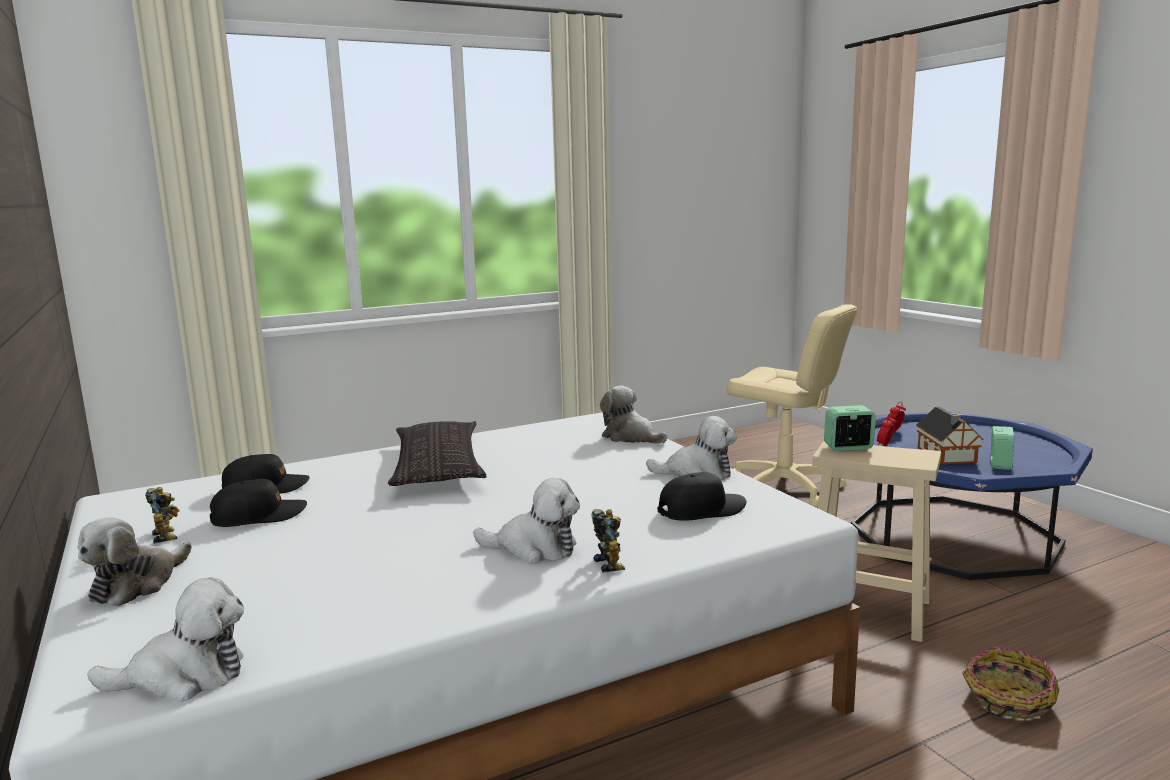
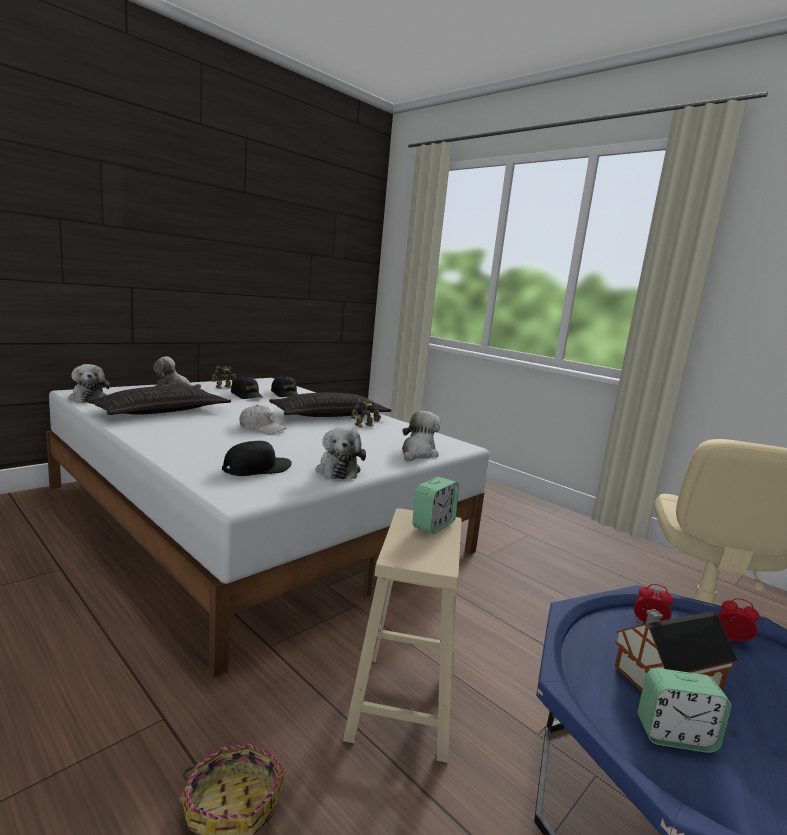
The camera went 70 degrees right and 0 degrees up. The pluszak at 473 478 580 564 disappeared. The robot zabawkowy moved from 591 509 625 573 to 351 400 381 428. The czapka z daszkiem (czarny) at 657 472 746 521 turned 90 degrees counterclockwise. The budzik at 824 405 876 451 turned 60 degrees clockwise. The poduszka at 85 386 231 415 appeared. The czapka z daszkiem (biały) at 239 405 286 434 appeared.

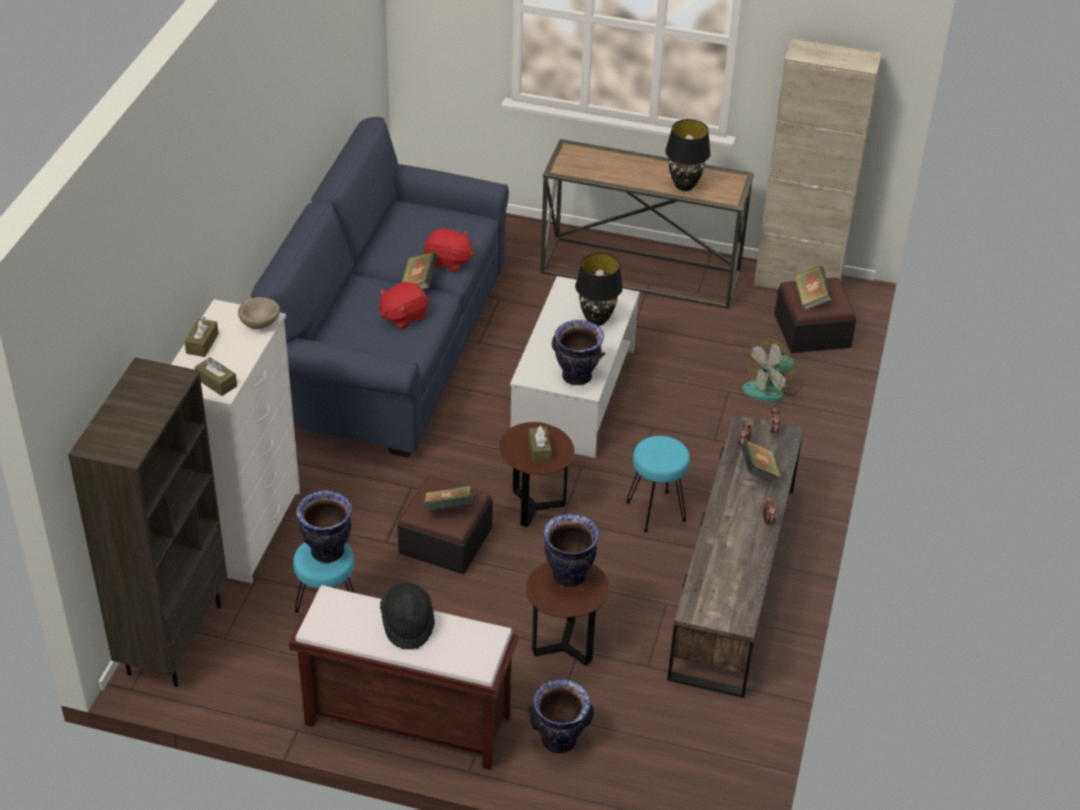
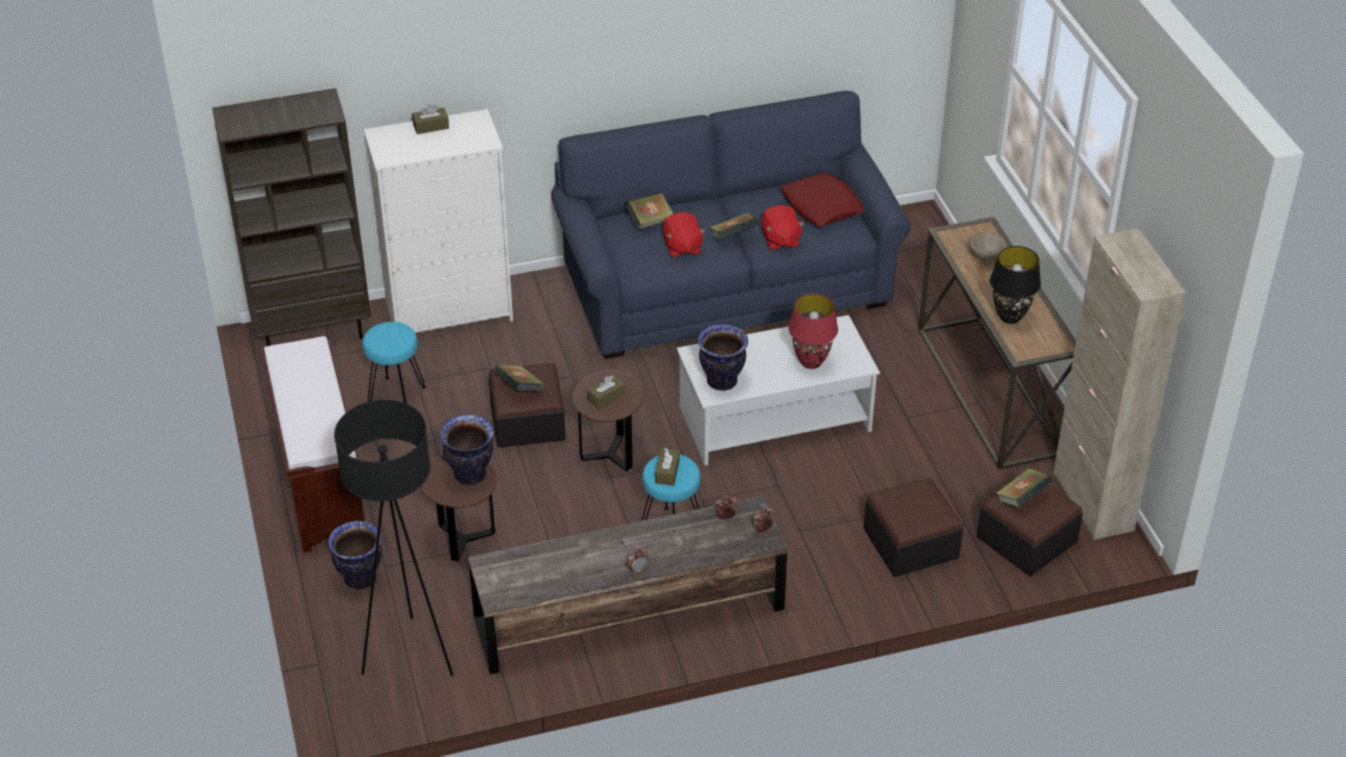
The camera went 60 degrees right and 0 degrees up. The pudełko chusteczek (brązowy) moved from 195 357 237 396 to 655 448 680 486. The miska (beżowy) moved from 238 297 280 329 to 969 232 1007 260. The wazon at 296 490 352 563 disappeared. The pluszak (czerwony) at 380 281 429 329 turned 120 degrees counterclockwise. The kapelusz (czarny) at 380 582 435 649 disappeared. The lampa stołowa (czarny) at 575 253 623 326 became the lampa stołowa (czerwony) at 788 293 838 369. The książka moved from 741 440 781 485 to 625 192 673 229. The wentylator at 742 337 802 402 was replaced by the pufa at 864 478 963 577. The lampa stojąca (czarny) at 334 400 453 676 appeared. The poduszka (czerwony) at 780 172 864 227 appeared.

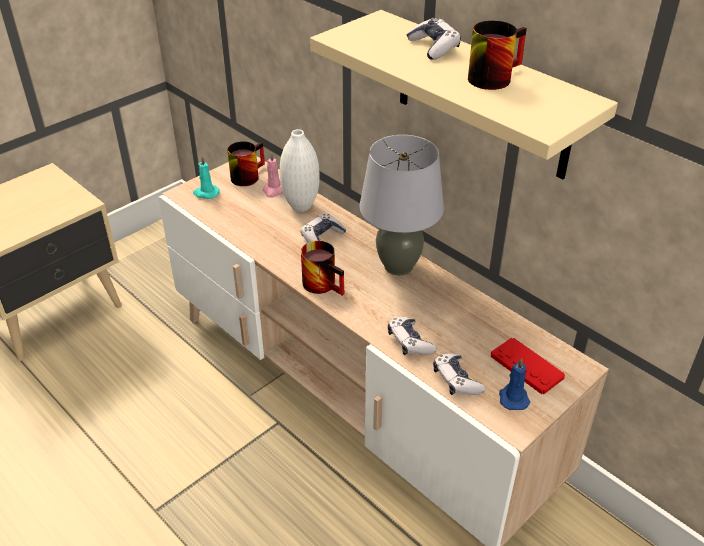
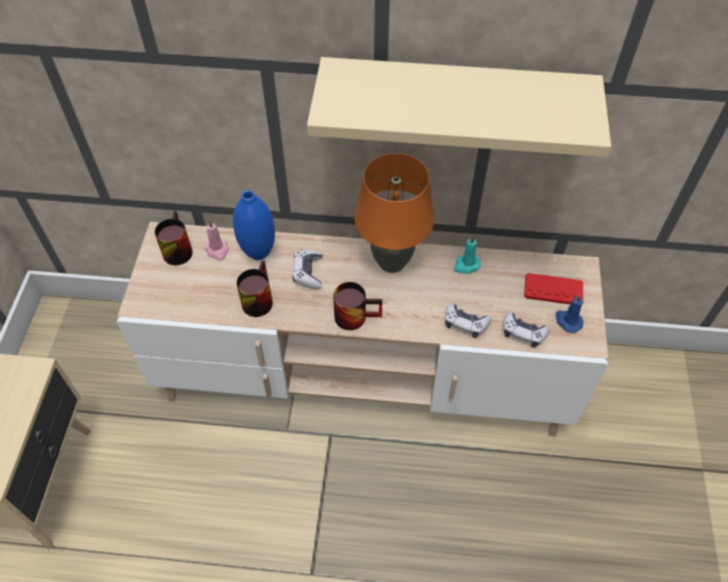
The camera went 40 degrees left and 15 degrees up. The świeca (turkusowy) moved from 193 156 220 199 to 454 236 481 274. The wazon (biały) at 280 129 320 212 became the wazon (niebieski) at 233 191 275 260. The lampa stołowa (szary) at 359 135 444 275 became the lampa stołowa (pomarańczowy) at 355 153 434 273. The pad do gier at 406 18 461 60 disappeared. The kubek moved from 468 20 527 90 to 236 261 273 317.

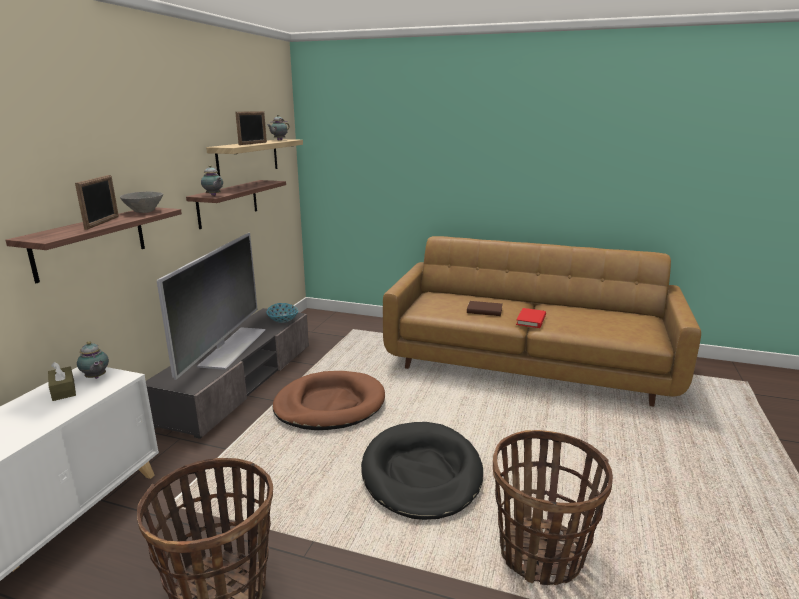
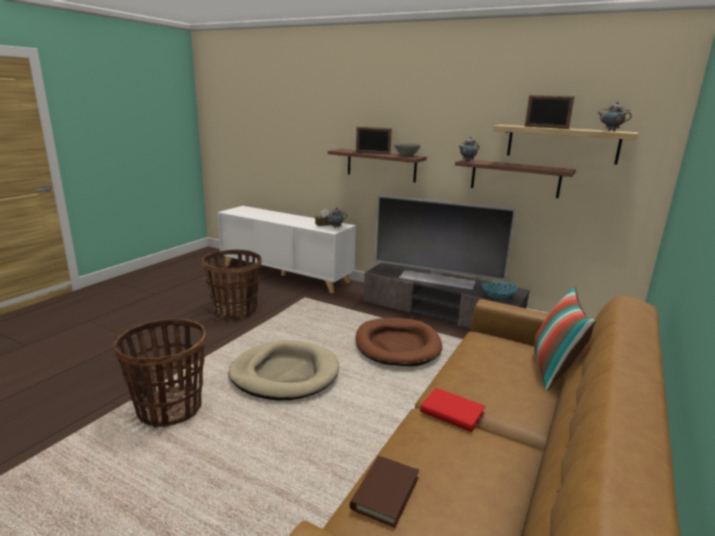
The camera went 100 degrees right and 0 degrees up. The legowisko (czarny) at 361 422 483 520 became the legowisko (beżowy) at 229 340 339 400. The książka (brązowy) moved from 467 301 503 316 to 350 456 419 528. The poduszka at 534 286 595 391 appeared.

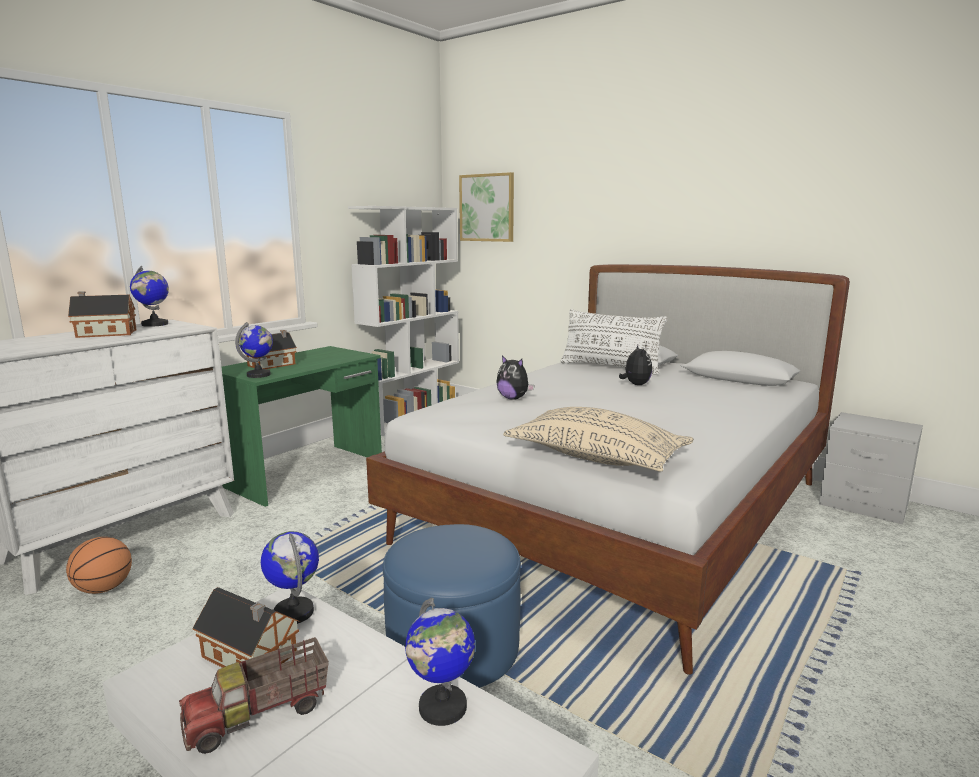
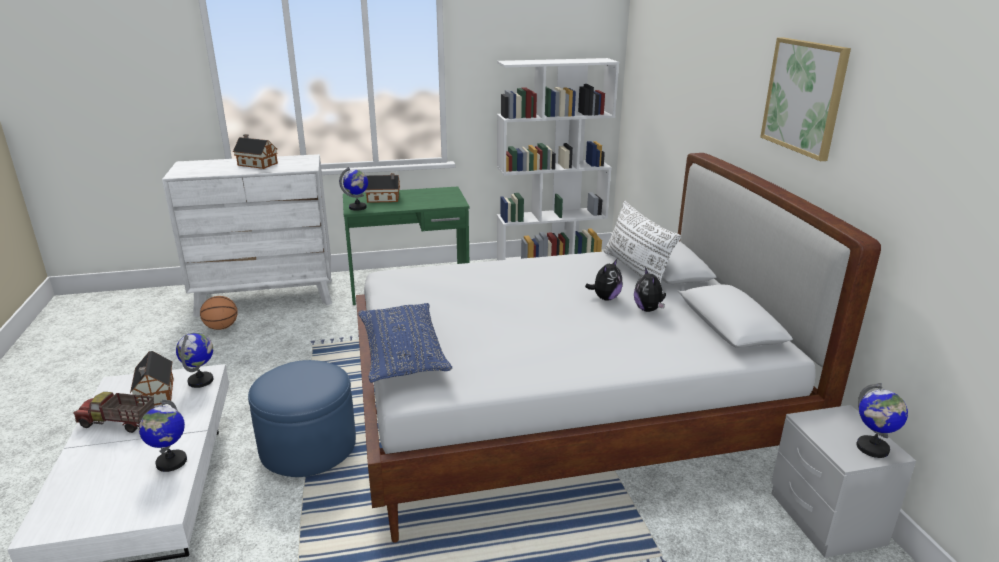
The camera went 40 degrees right and 10 degrees up. The globus moved from 130 266 169 327 to 856 383 908 458. The obraz moved from 459 172 514 242 to 760 37 851 161. The pluszak moved from 496 355 535 400 to 634 268 666 312. The poduszka (beżowy) at 503 407 694 472 became the poduszka (niebieski) at 358 303 452 383.

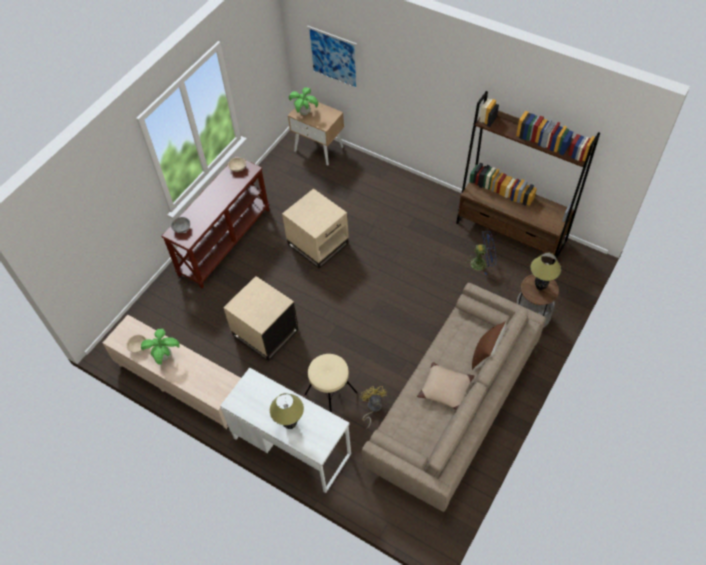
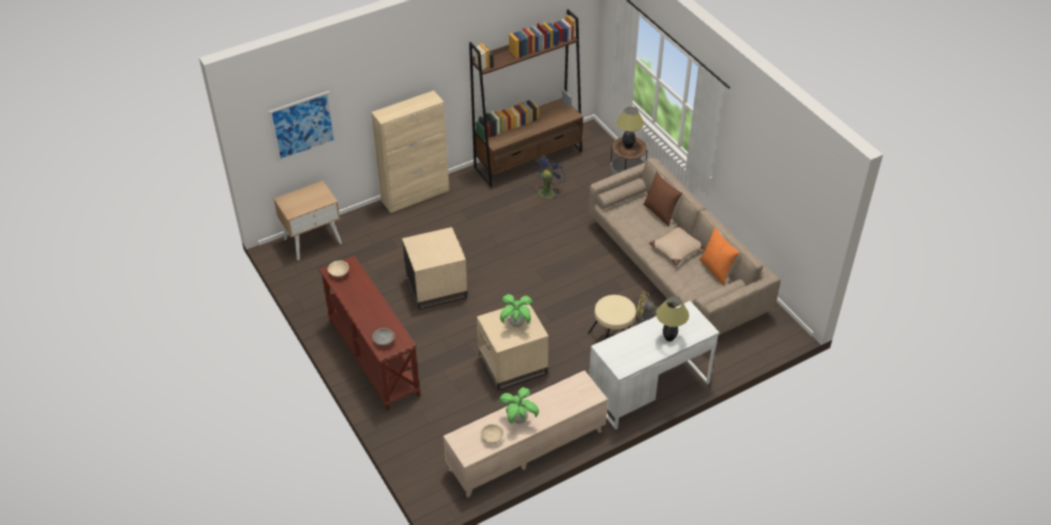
The camera went 65 degrees left and 10 degrees down. The roślina doniczkowa moved from 289 87 318 115 to 500 294 533 327. The szafka (beżowy) at 371 90 449 213 appeared. The poduszka (pomarańczowy) at 699 227 740 286 appeared.

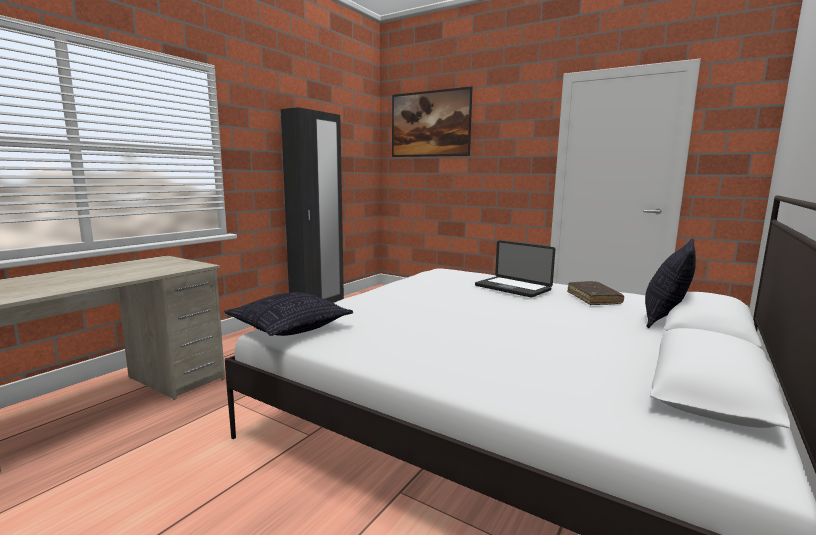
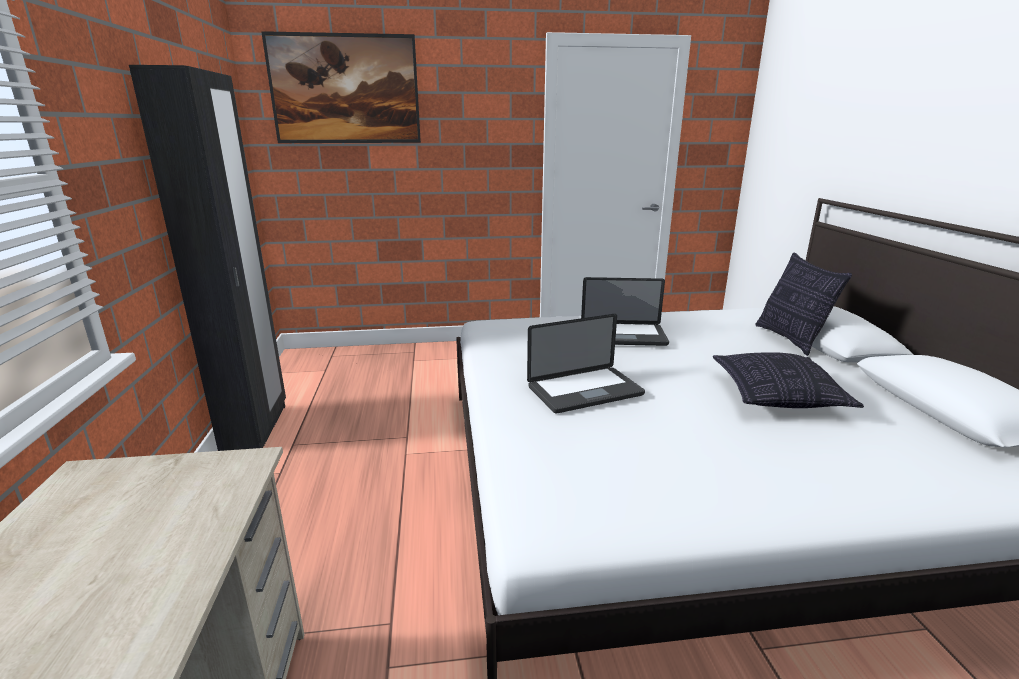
The camera went 40 degrees left and 10 degrees up. The poduszka moved from 224 292 353 336 to 713 352 864 408. The książka (brązowy) at 567 281 624 305 disappeared. The laptop at 527 314 645 413 appeared.

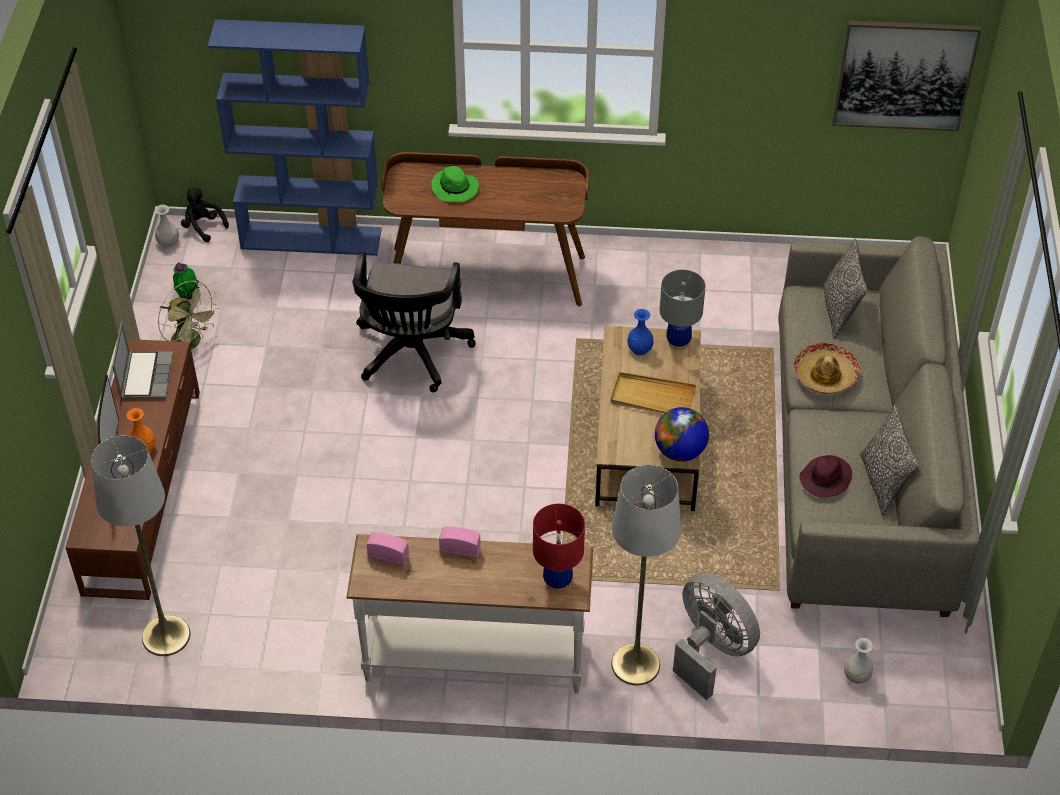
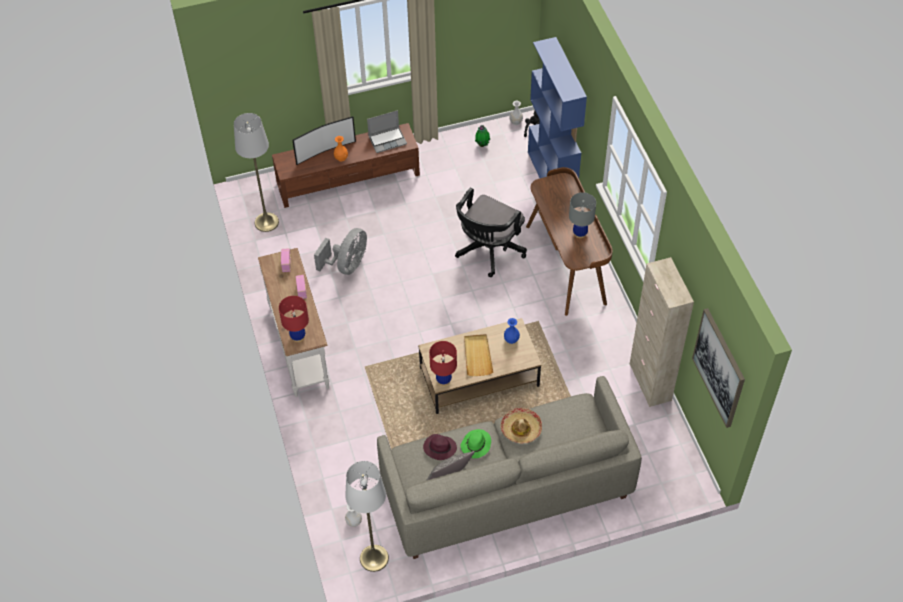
The camera went 70 degrees right and 5 degrees up. The wentylator (zielony) at 158 280 219 349 disappeared. The krzesło biurowe (czarny) at 352 252 476 392 turned 45 degrees counterclockwise. The kapelusz (zielony) moved from 431 166 479 202 to 460 429 491 458. The lampa stojąca (szary) moved from 611 465 681 686 to 345 461 389 572. The globus at 655 407 709 461 was replaced by the lampa stołowa (czerwony) at 429 341 457 386. The lampa stołowa (szary) moved from 660 270 706 350 to 569 192 596 238. The wentylator (szary) moved from 673 572 760 700 to 314 228 367 275. The poduszka at 823 239 867 338 disappeared. The szafka (beżowy) at 630 257 694 407 appeared.

